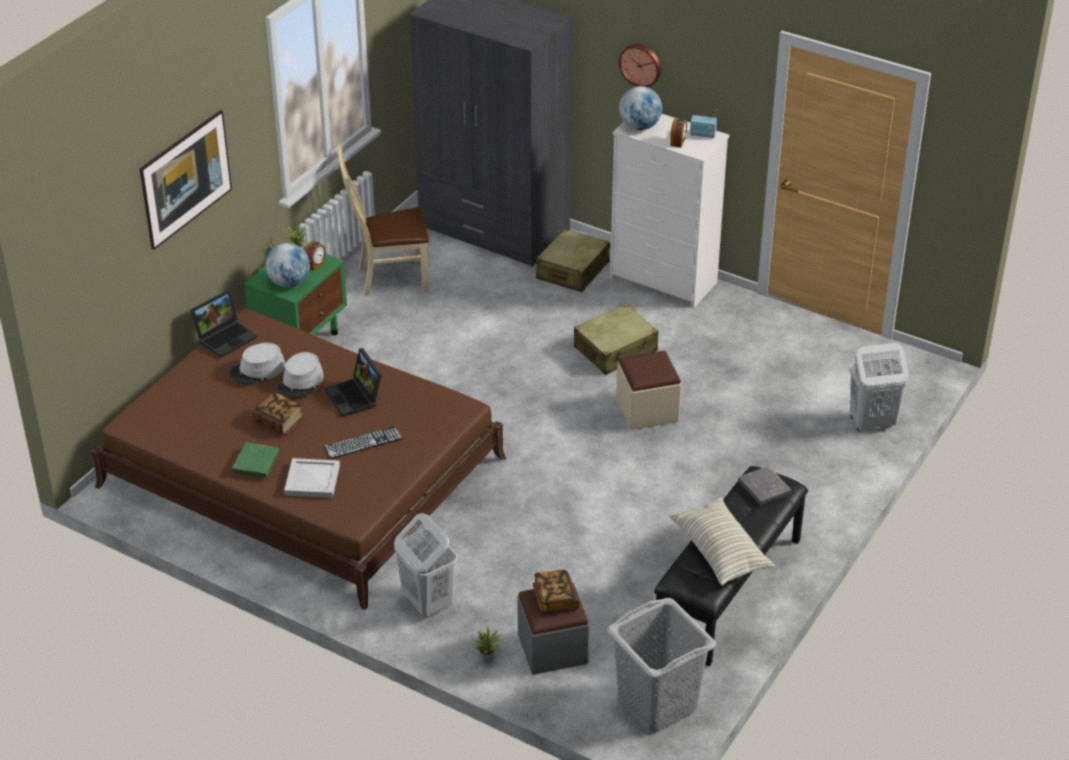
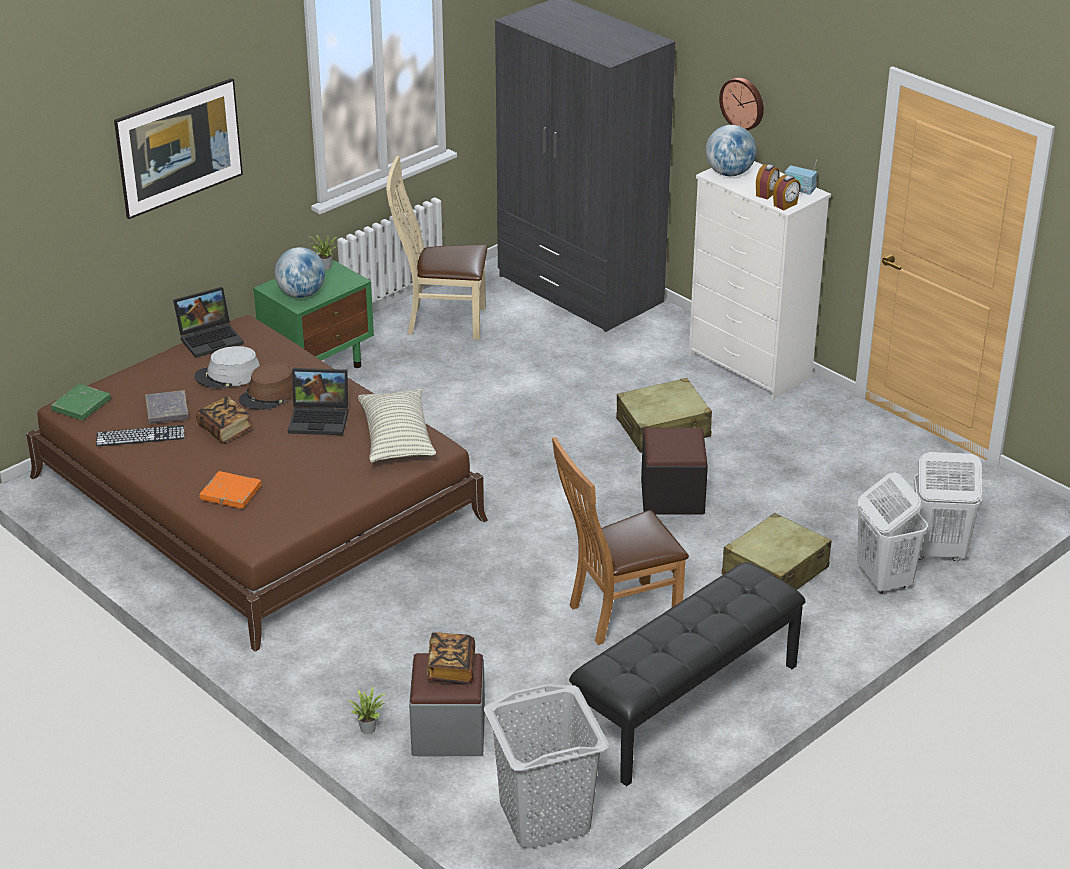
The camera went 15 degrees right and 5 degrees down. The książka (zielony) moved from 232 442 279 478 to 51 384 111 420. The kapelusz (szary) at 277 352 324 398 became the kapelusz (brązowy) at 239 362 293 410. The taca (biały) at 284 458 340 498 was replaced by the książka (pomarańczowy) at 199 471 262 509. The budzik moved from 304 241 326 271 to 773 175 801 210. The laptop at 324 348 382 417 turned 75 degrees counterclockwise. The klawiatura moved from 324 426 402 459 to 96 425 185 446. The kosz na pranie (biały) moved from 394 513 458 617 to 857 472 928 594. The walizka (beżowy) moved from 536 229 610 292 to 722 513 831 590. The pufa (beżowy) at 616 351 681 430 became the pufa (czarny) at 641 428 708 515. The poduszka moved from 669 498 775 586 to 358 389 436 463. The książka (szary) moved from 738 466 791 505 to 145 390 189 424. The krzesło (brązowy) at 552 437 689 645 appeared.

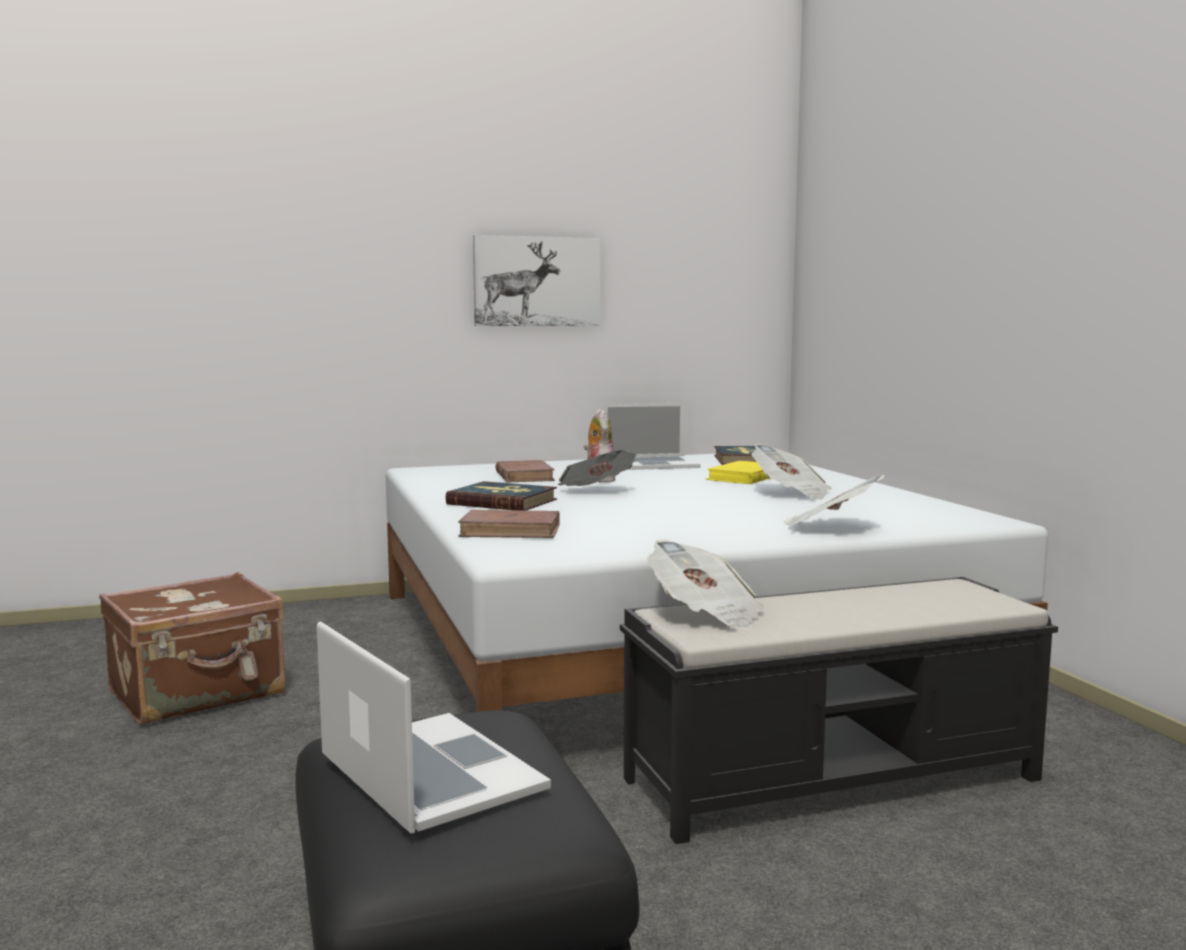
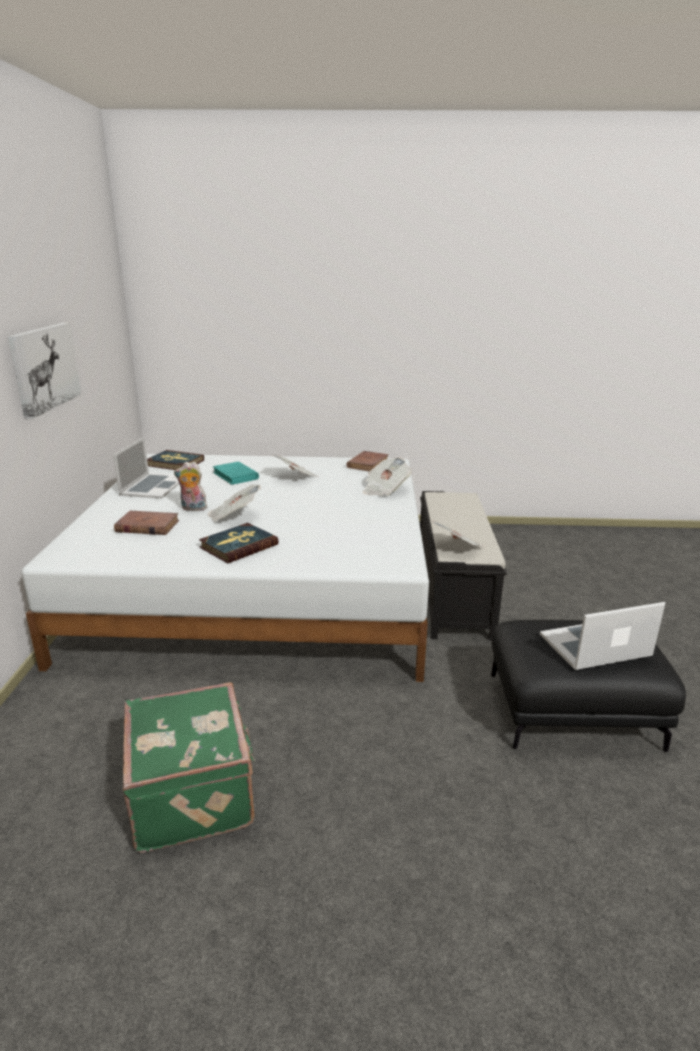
The camera went 70 degrees left and 15 degrees up. The walizka (brązowy) at 99 572 285 725 became the walizka (zielony) at 123 682 255 853. The książka (brązowy) moved from 458 510 560 538 to 346 451 389 471. The książka (żółty) at 706 461 770 484 became the książka (turkusowy) at 213 461 259 485.

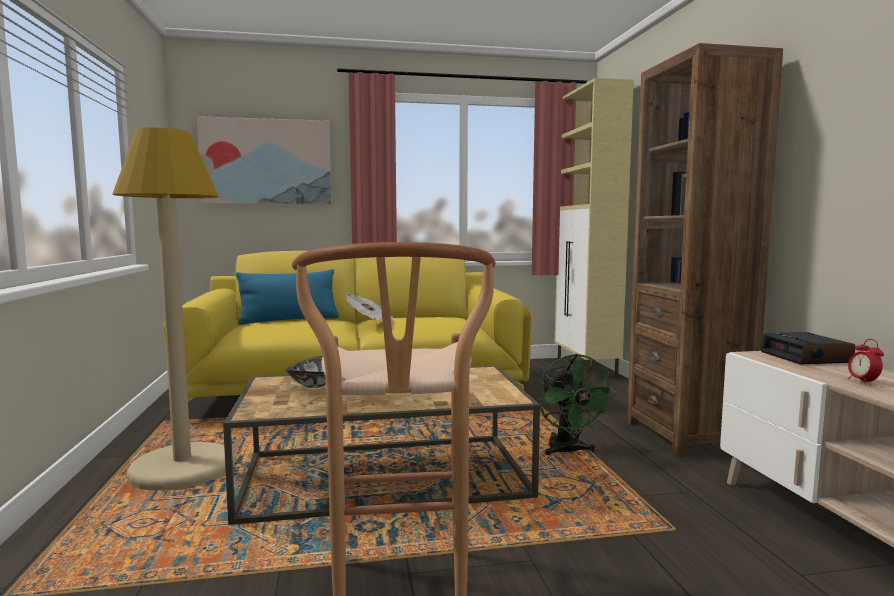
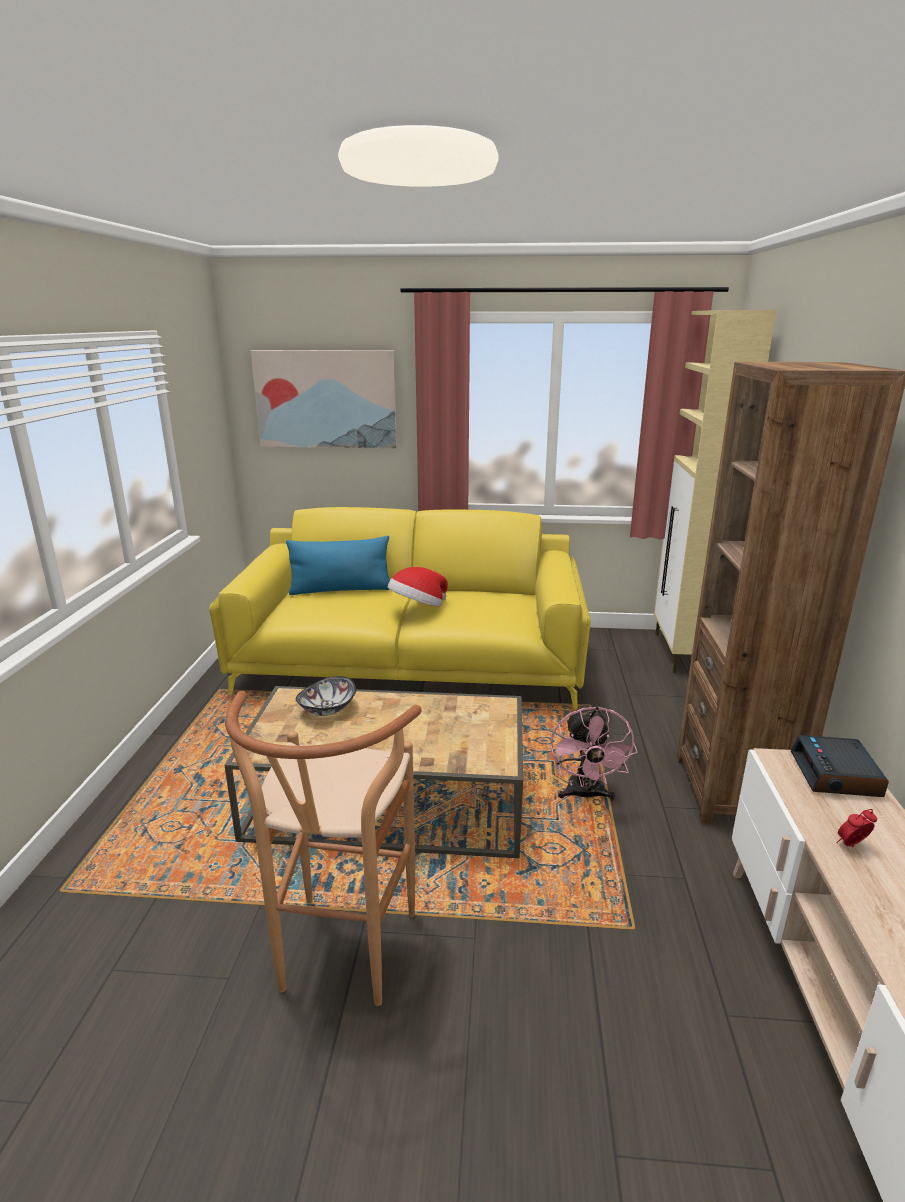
The camera went 15 degrees right and 15 degrees up. The lampa stojąca (beżowy) at 112 128 235 491 disappeared. The gazeta at 346 293 394 325 was replaced by the kapelusz at 388 567 448 607. The wentylator (zielony) at 537 354 617 455 became the wentylator (różowy) at 550 704 637 801. The budzik at 848 339 884 385 turned 60 degrees clockwise.

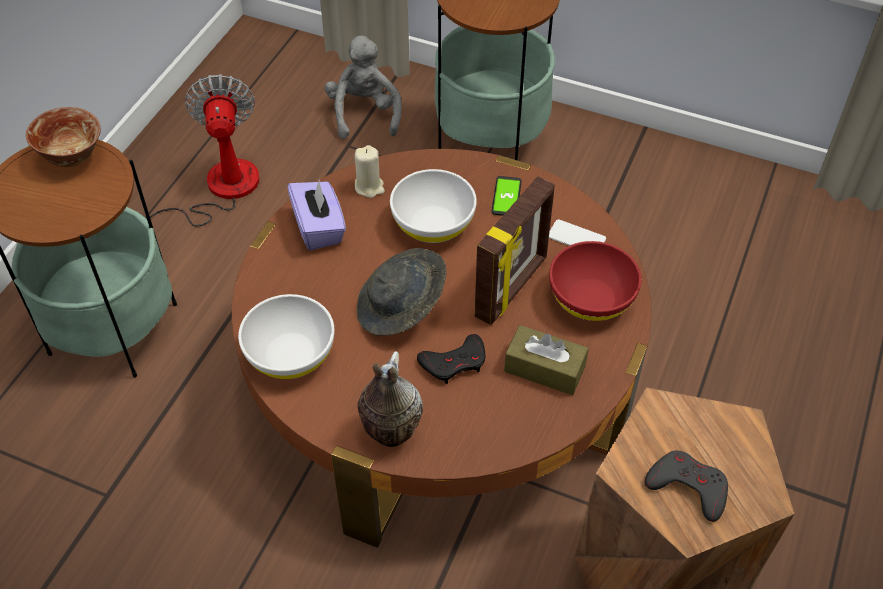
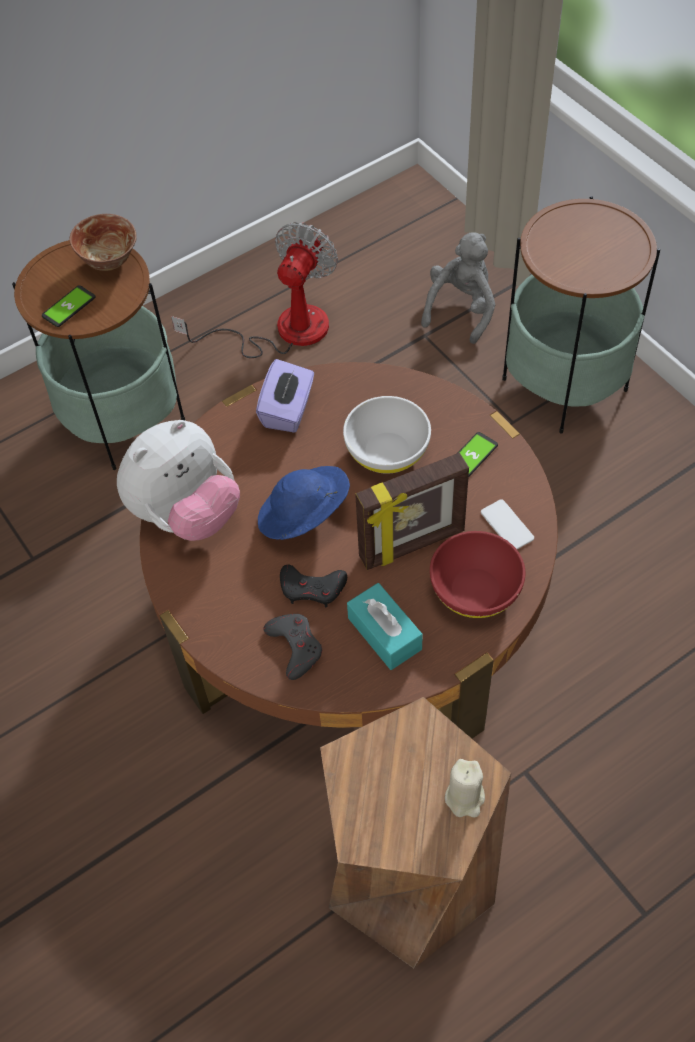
The camera went 35 degrees right and 5 degrees up. The miska (biały) at 238 294 334 379 was replaced by the pluszak at 117 420 240 541. The świeca (beżowy) moved from 354 145 385 198 to 445 759 485 817. The kapelusz (szary) at 357 248 446 336 became the kapelusz (niebieski) at 258 466 350 540. The wazon at 357 351 423 447 disappeared. The pudełko chusteczek (brązowy) at 504 325 589 395 became the pudełko chusteczek (turkusowy) at 347 583 423 670. The pad do gier (szary) moved from 645 451 728 522 to 263 614 322 680. The telefon at 42 285 96 327 appeared.

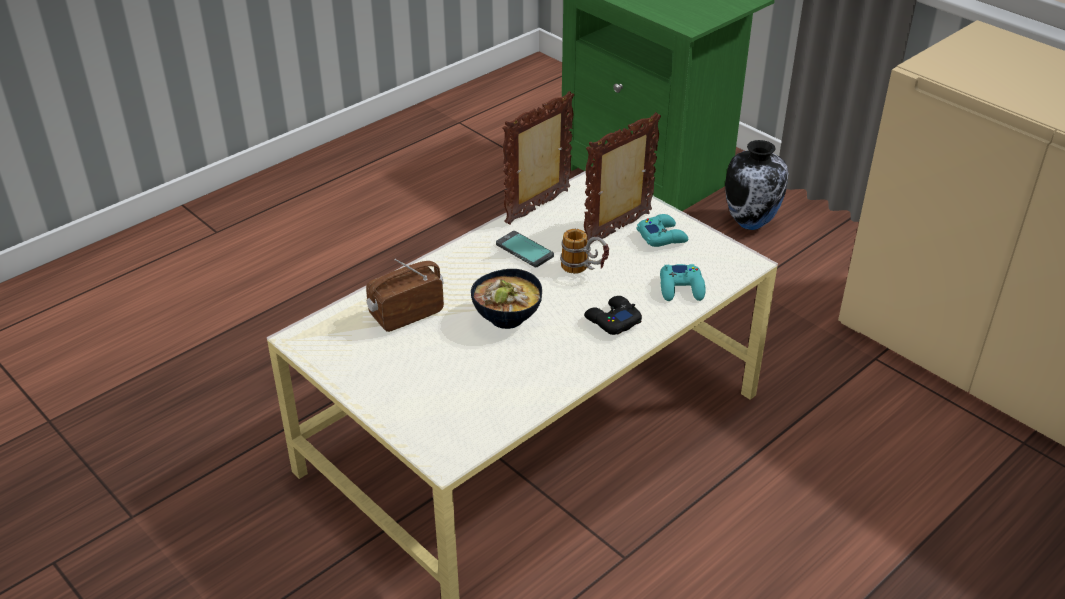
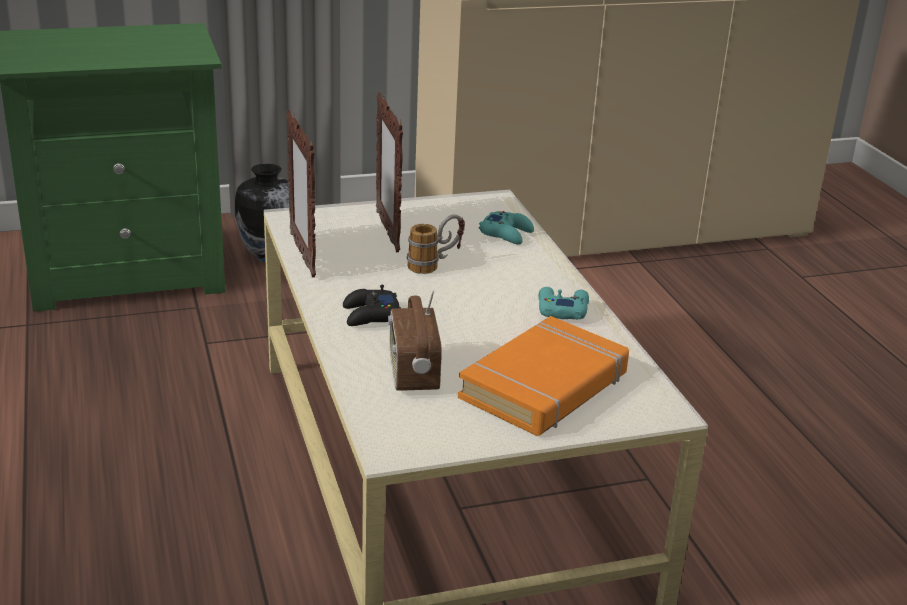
The camera went 65 degrees left and 10 degrees down. The miska at 471 269 542 329 disappeared. The telefon at 496 231 554 267 disappeared. The pad do gier (czarny) moved from 584 296 642 335 to 343 285 401 326. The pad do gier (turkusowy) moved from 637 214 688 247 to 538 287 589 319. The książka (pomarańczowy) at 458 316 629 436 appeared.

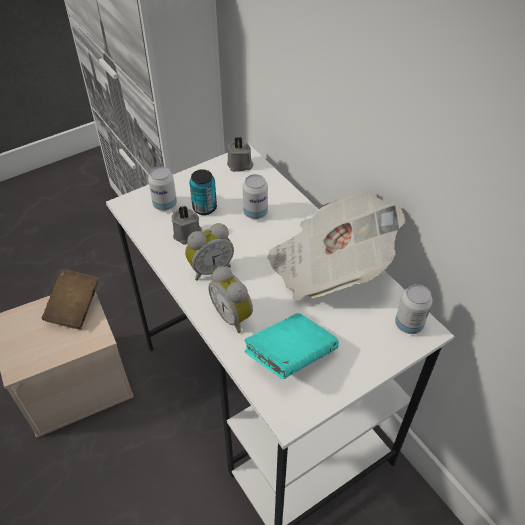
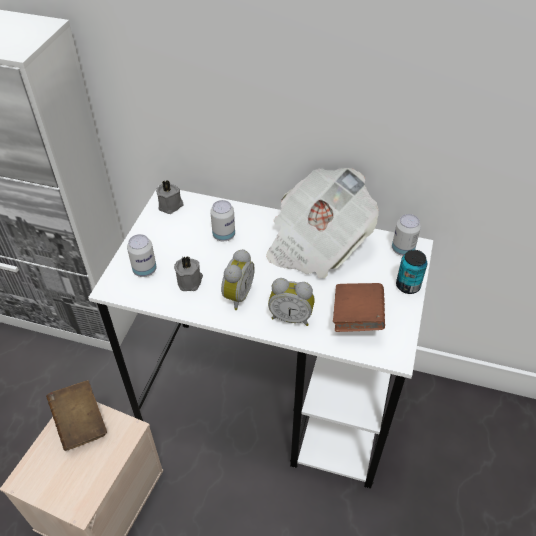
The camera went 40 degrees left and 0 degrees up. The puszka moved from 189 169 217 215 to 396 250 427 294. The książka (turkusowy) at 244 313 339 379 became the książka (brązowy) at 333 283 385 332.

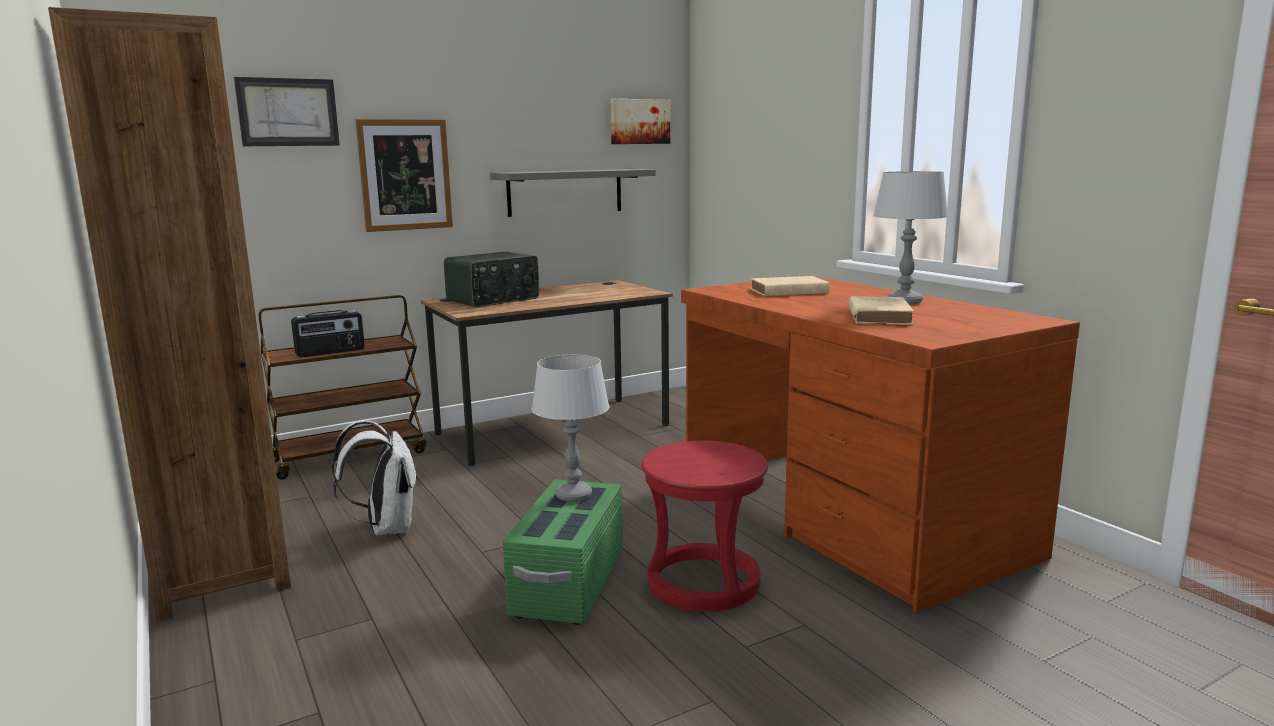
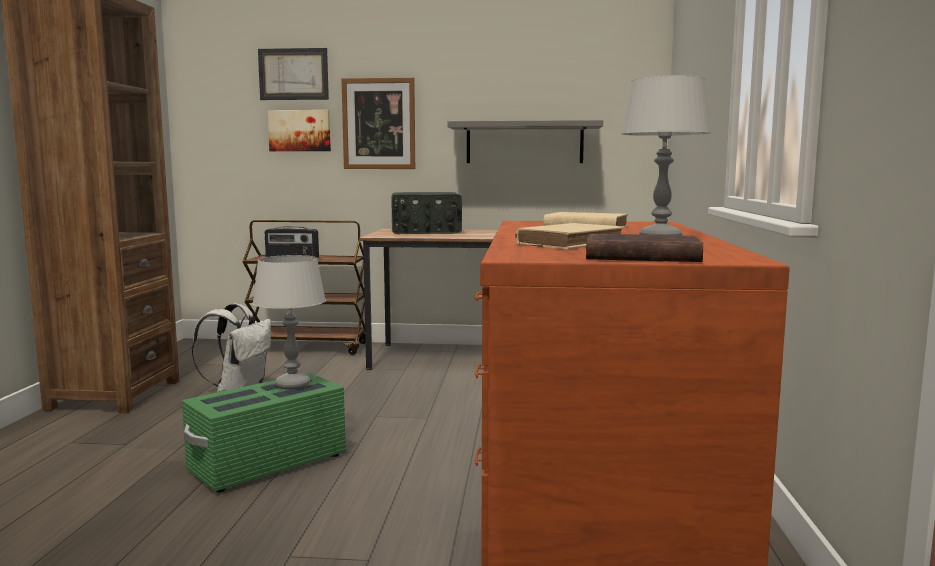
The camera went 35 degrees right and 5 degrees down. The obraz moved from 610 99 670 144 to 268 110 331 151. The stołek (czerwony) at 641 440 768 612 disappeared. The książka (brązowy) at 586 234 703 262 appeared.

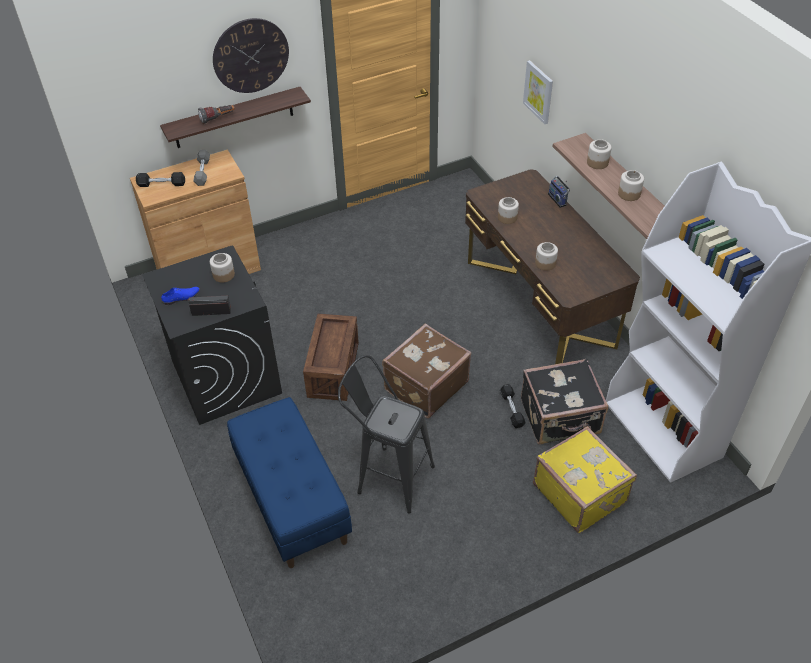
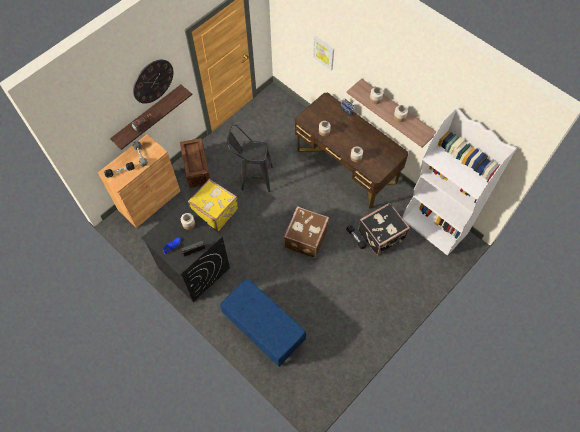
The camera went 20 degrees left and 15 degrees up. The skrzynka moved from 303 314 359 401 to 180 138 210 188. The stołek (czarny) moved from 338 355 435 514 to 227 124 273 192. The walizka (żółty) moved from 533 426 637 533 to 188 179 238 231.

